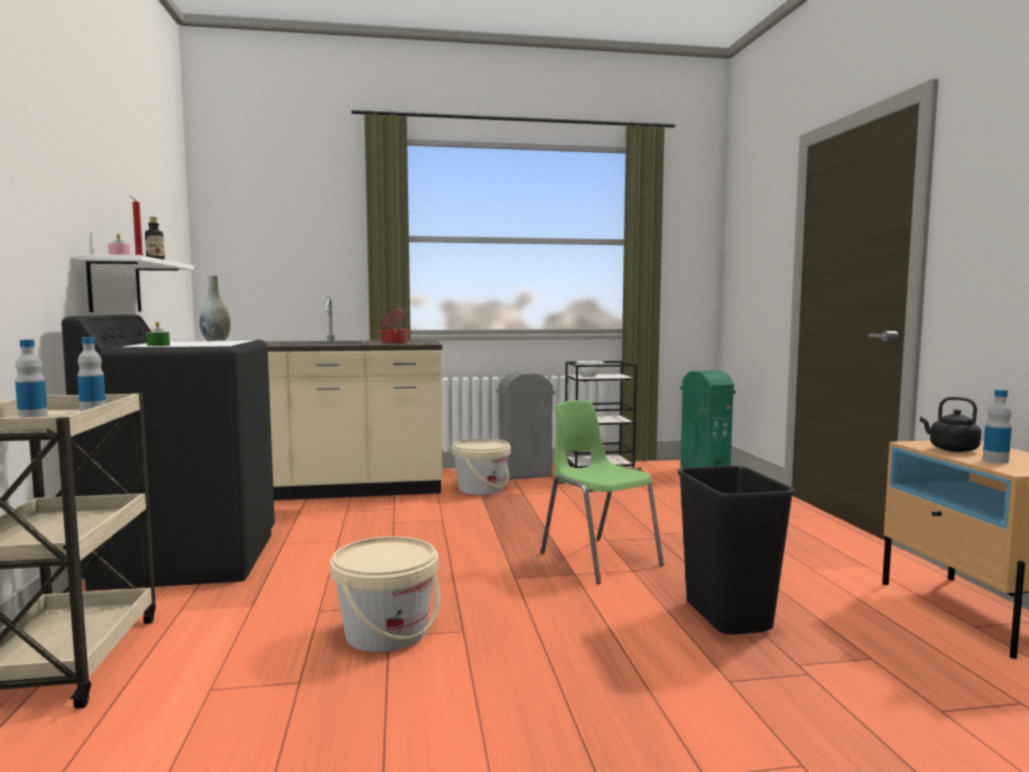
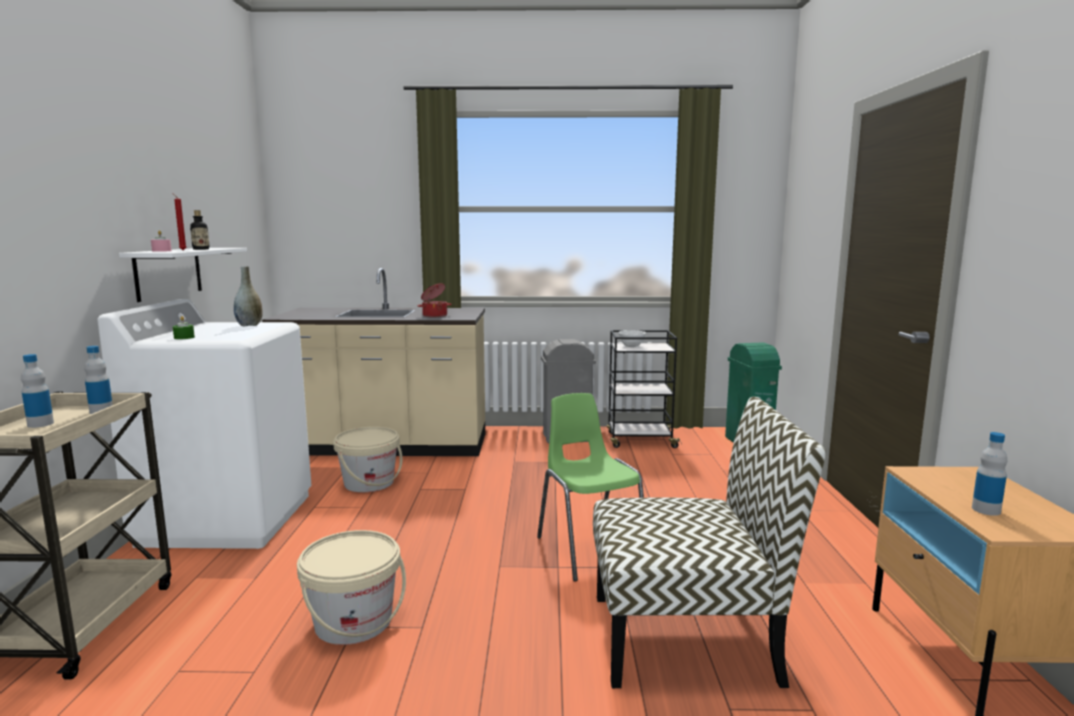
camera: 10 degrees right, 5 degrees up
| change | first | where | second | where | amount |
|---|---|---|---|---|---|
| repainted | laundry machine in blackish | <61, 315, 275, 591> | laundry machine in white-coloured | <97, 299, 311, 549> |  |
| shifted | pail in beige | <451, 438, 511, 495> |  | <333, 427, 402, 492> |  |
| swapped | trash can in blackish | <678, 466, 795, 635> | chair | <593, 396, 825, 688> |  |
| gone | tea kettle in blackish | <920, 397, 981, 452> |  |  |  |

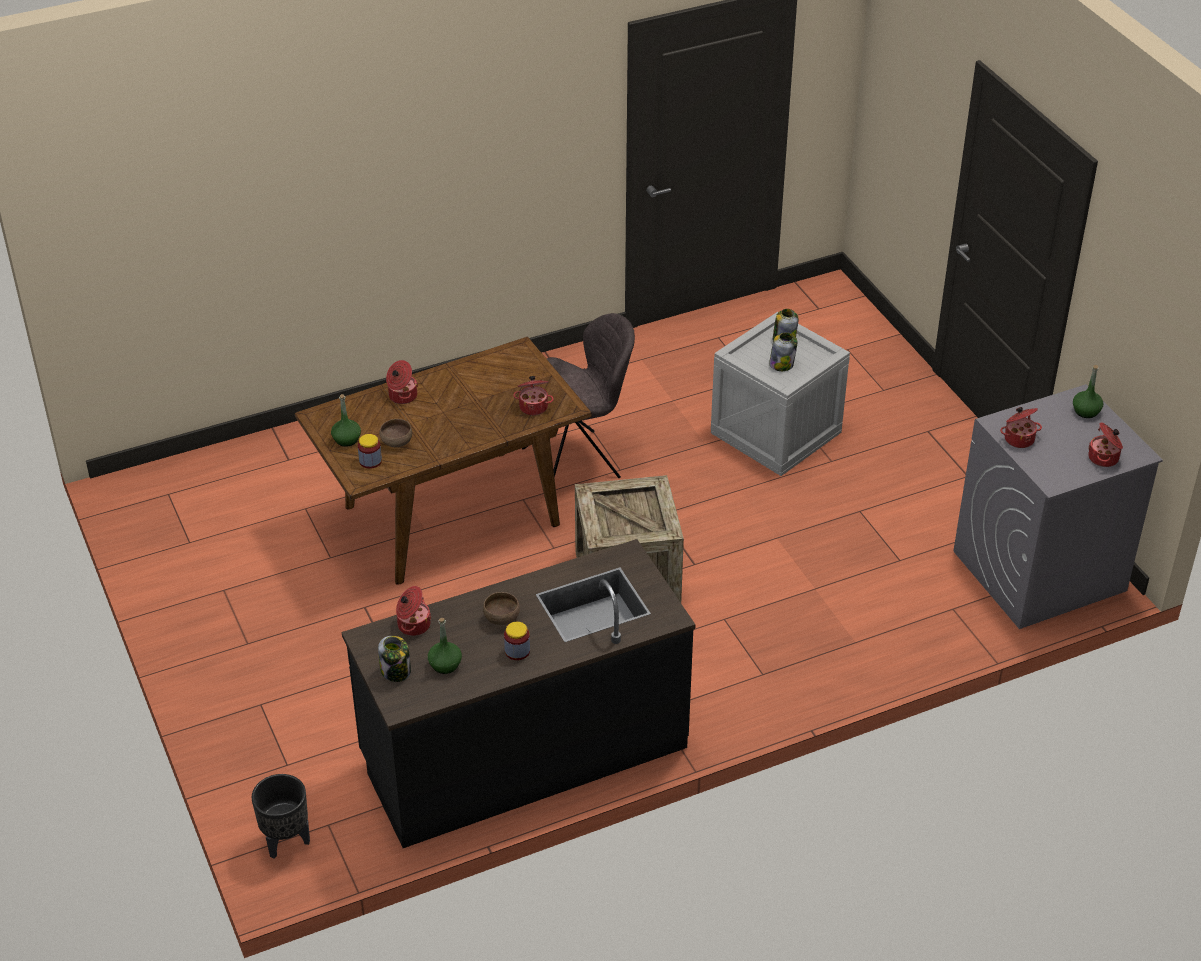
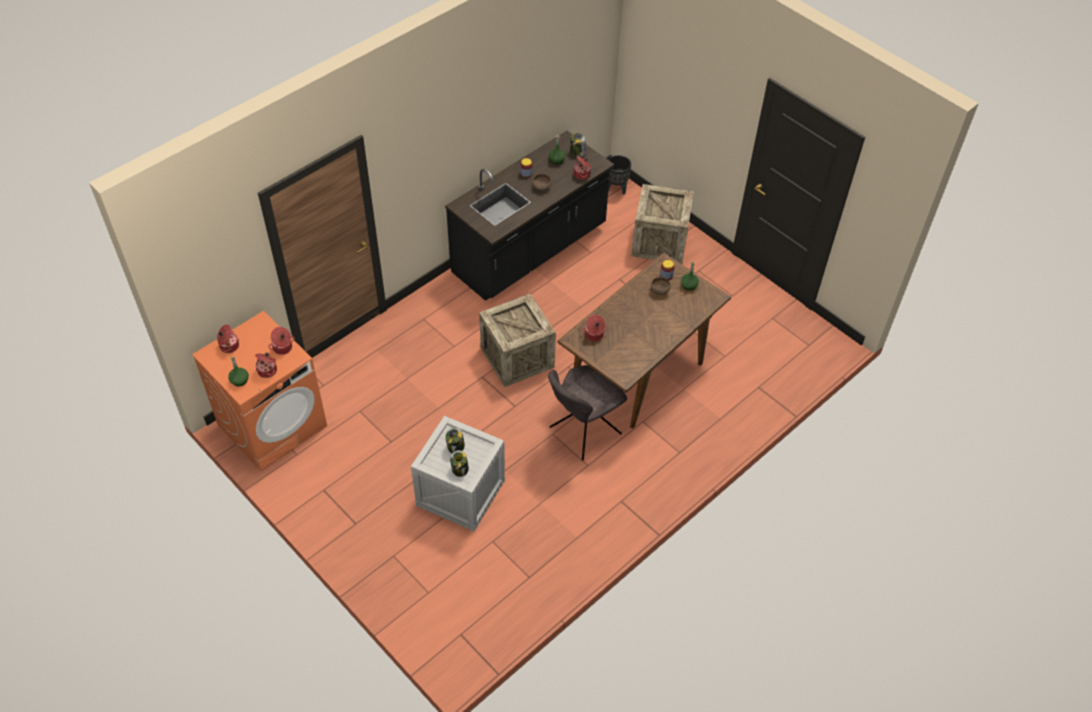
camera: 160 degrees right, 10 degrees up
| change | first | where | second | where | amount |
|---|---|---|---|---|---|
| repainted | laundry machine in gray | <954, 384, 1163, 629> | laundry machine in orange-coloured | <192, 311, 327, 471> |  |
| shifted | saucepot | <386, 360, 418, 404> |  | <255, 353, 277, 378> |  |
| new |  |  | packing crate | <631, 184, 694, 264> |  |

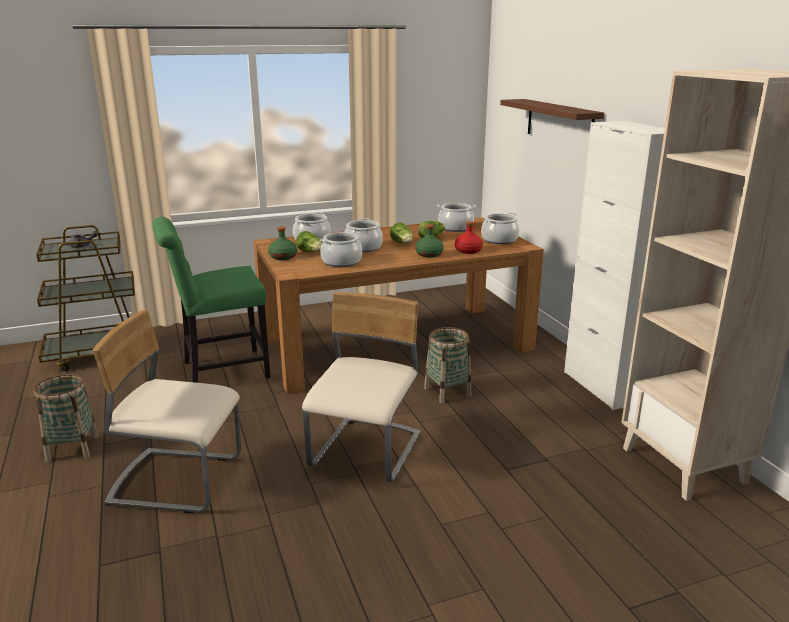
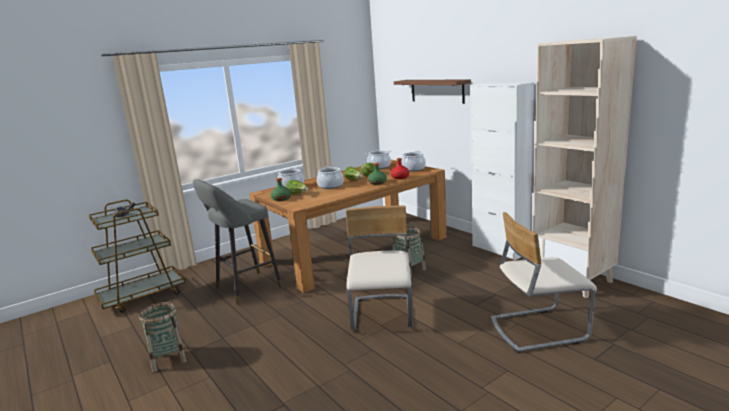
camera: 15 degrees left, 5 degrees down
| change | first | where | second | where | amount |
|---|---|---|---|---|---|
| swapped | chair in green | <152, 217, 271, 383> | stool in gray | <193, 179, 282, 304> |  |
| shifted | chair in beige | <93, 310, 241, 514> |  | <491, 212, 597, 353> |  |
| gone | saucepot | <320, 232, 362, 267> |  |  |  |

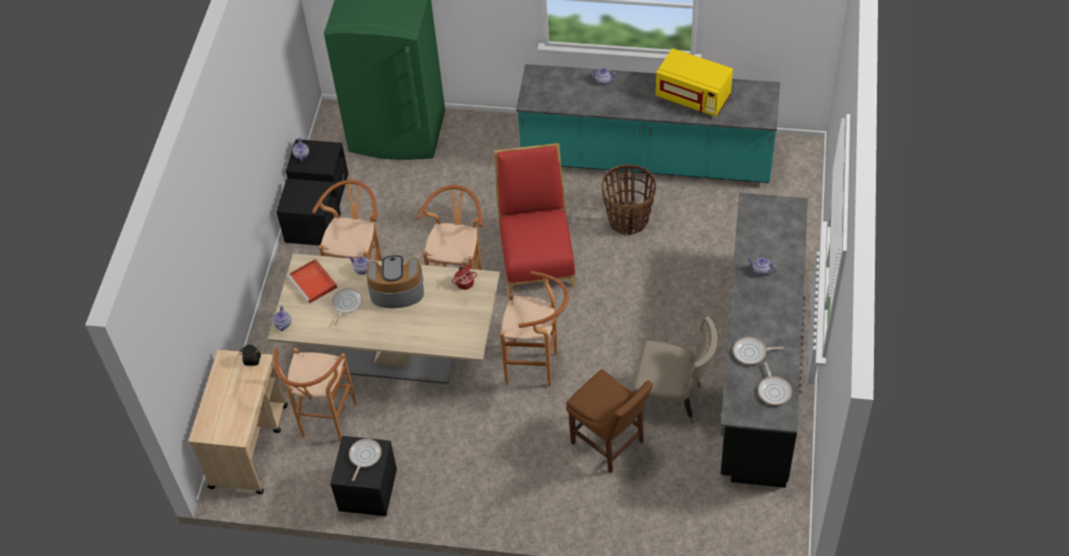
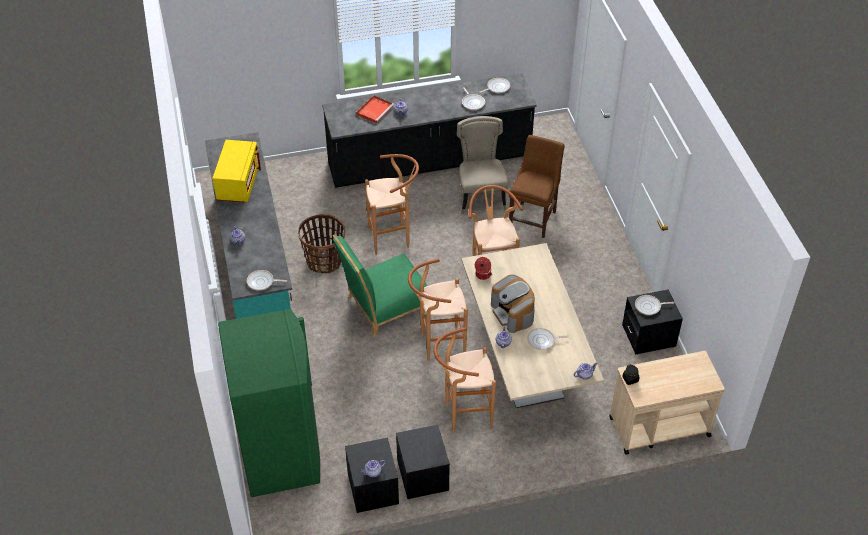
camera: 115 degrees left, 5 degrees down
| change | first | where | second | where | amount |
|---|---|---|---|---|---|
| new |  |  | pan | <247, 270, 287, 291> |  |
| repainted | chair in red | <493, 143, 576, 295> | chair in green | <333, 234, 427, 337> |  |
| shifted | serving tray in red | <287, 259, 337, 304> |  | <356, 95, 394, 124> |  |
| shifted | stool in brown | <274, 348, 356, 442> |  | <365, 154, 419, 255> |  |

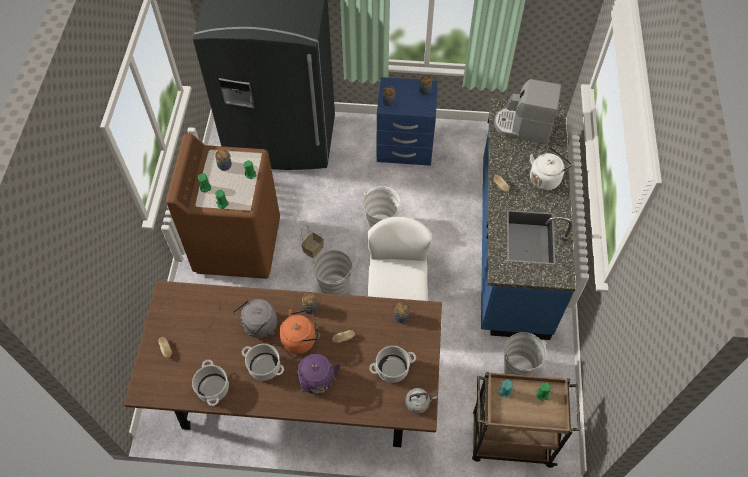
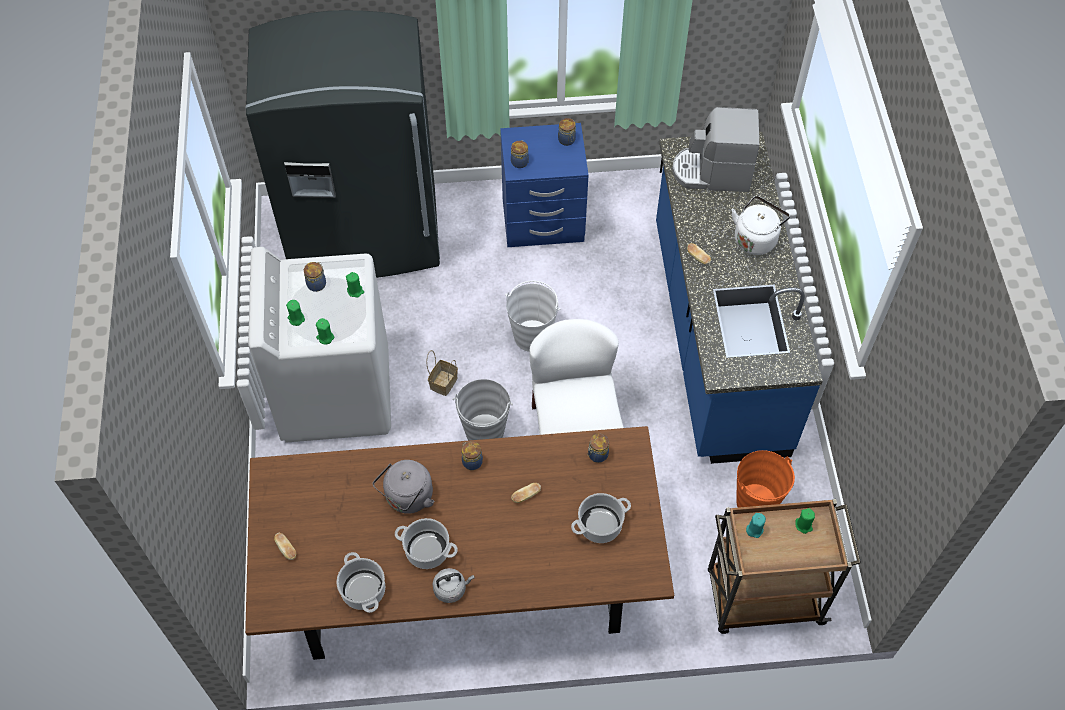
camera: 10 degrees left, 0 degrees up
| change | first | where | second | where | amount |
|---|---|---|---|---|---|
| repainted | laundry machine in brown | <166, 134, 280, 279> | laundry machine in white-coloured | <248, 247, 391, 443> |  |
| shifted | tea kettle in gray | <406, 388, 437, 414> |  | <433, 568, 475, 603> |  |
| repainted | pail in gray | <504, 332, 547, 376> | pail in orange-coloured | <736, 450, 795, 508> |  |
| gone | tea kettle in orange-coloured | <279, 309, 320, 354> |  |  |  |
| gone | tea kettle in purplish | <297, 354, 341, 394> |  |  |  |

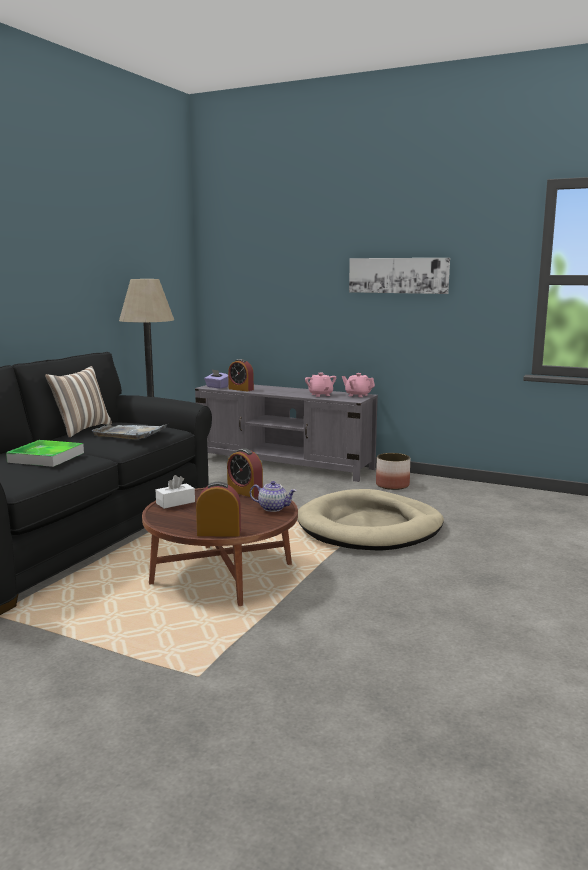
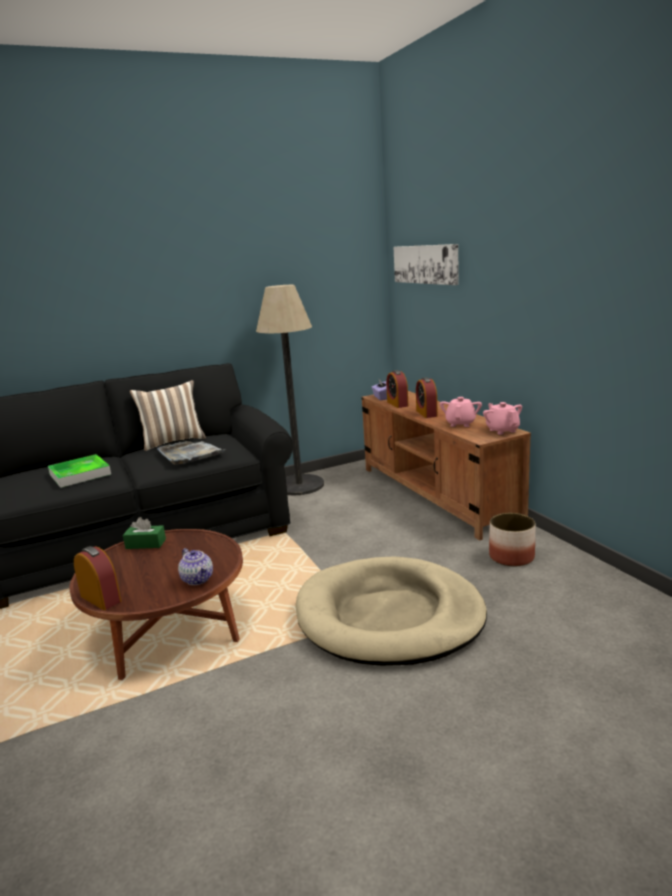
camera: 40 degrees right, 5 degrees up
| change | first | where | second | where | amount |
|---|---|---|---|---|---|
| repainted | box of tissues in white-coloured | <156, 475, 195, 509> | box of tissues in green | <123, 517, 166, 549> |  |
| repainted | tv unit in gray | <195, 384, 378, 482> | tv unit in brown | <361, 391, 531, 541> |  |
| shifted | wall art | <349, 258, 450, 294> |  | <394, 244, 459, 285> |  |
| shifted | table clock | <227, 448, 263, 498> |  | <416, 377, 438, 418> |  |

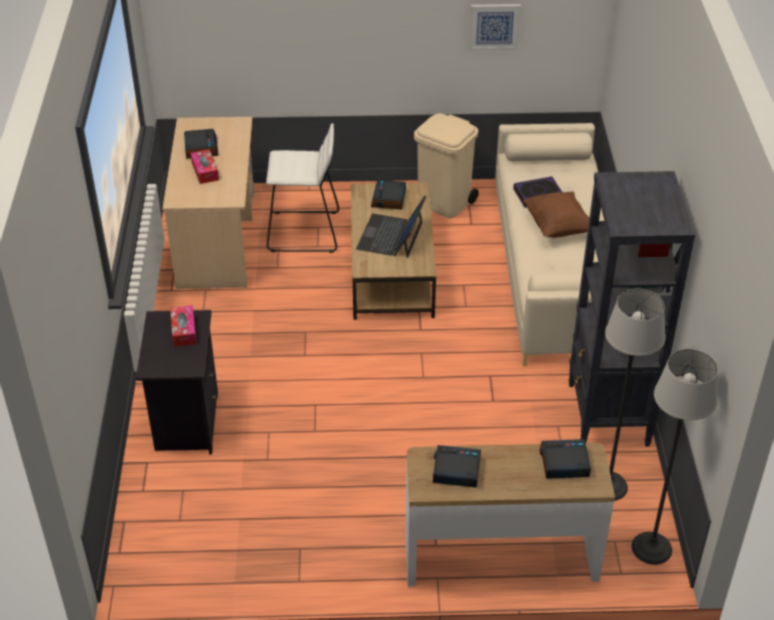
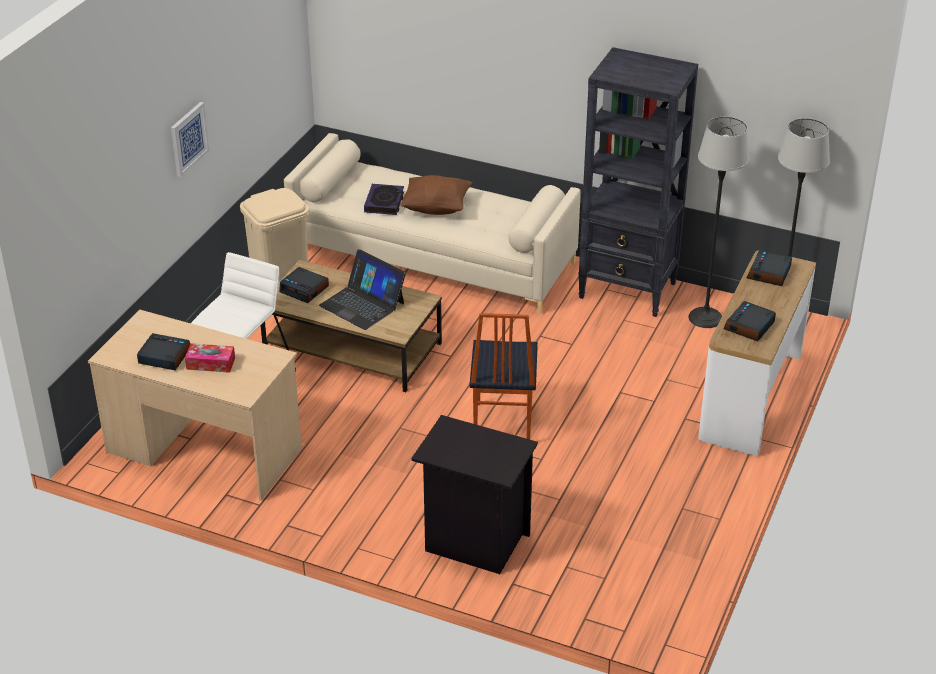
camera: 65 degrees left, 5 degrees down
| change | first | where | second | where | amount |
|---|---|---|---|---|---|
| shifted | wall art | <469, 4, 521, 50> |  | <171, 102, 209, 177> |  |
| new |  |  | chair | <470, 313, 538, 439> |  |
| gone | box of tissues | <170, 305, 197, 347> |  |  |  |

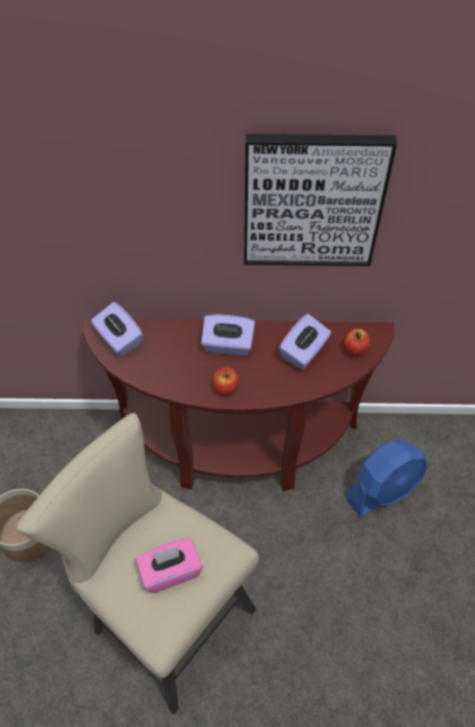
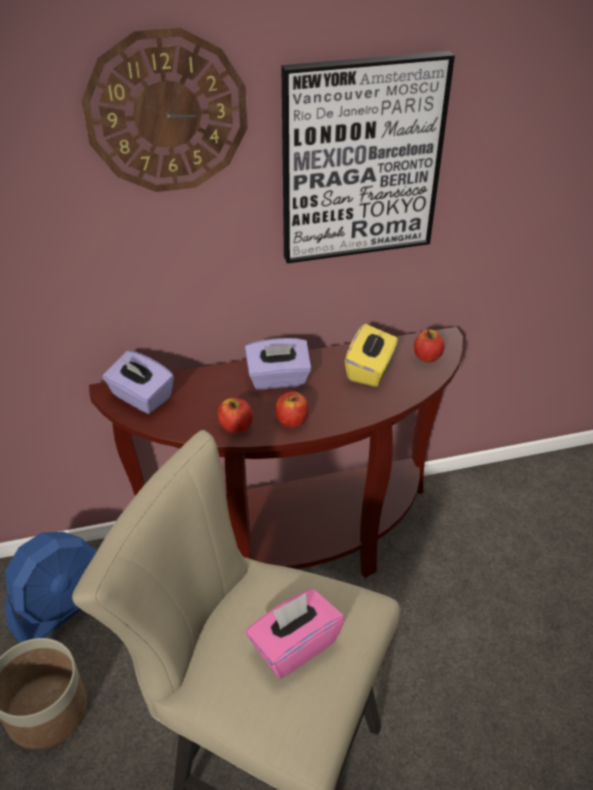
camera: 15 degrees left, 15 degrees down
| change | first | where | second | where | amount |
|---|---|---|---|---|---|
| shifted | electric fan in blue | <345, 440, 427, 517> |  | <5, 532, 97, 643> |  |
| new |  |  | clock on the wall | <82, 27, 248, 192> |  |
| new |  |  | apple | <218, 398, 253, 433> |  |
| repainted | box of tissues in purplish | <279, 314, 331, 370> | box of tissues in yellowish | <345, 324, 398, 387> |  |

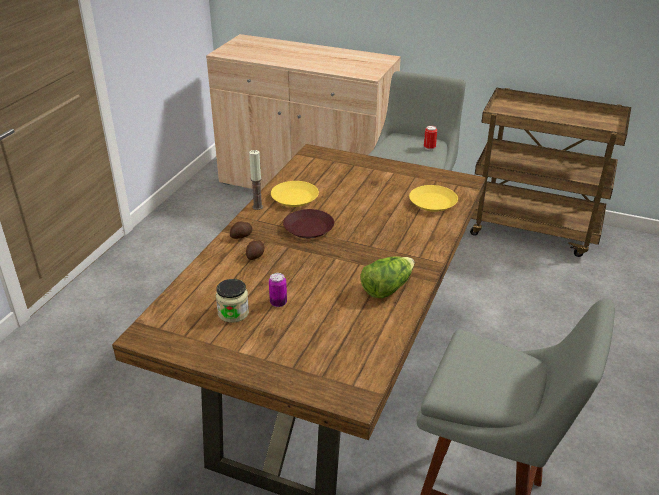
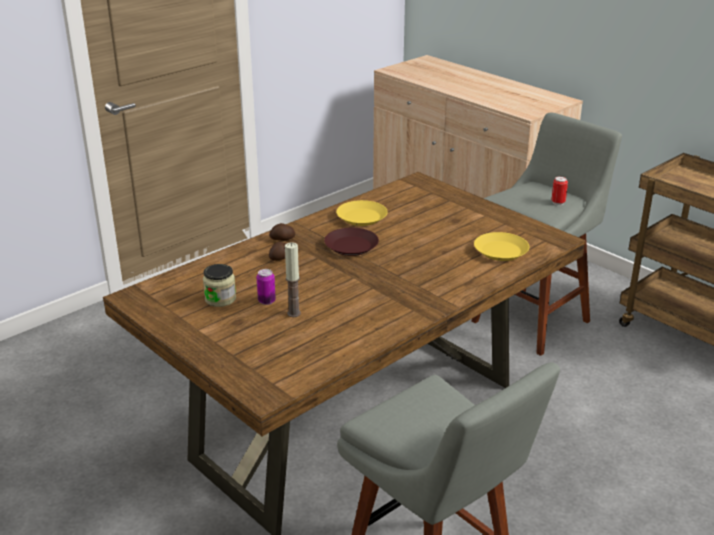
camera: 25 degrees right, 5 degrees down
| change | first | where | second | where | amount |
|---|---|---|---|---|---|
| shifted | wax light | <249, 150, 263, 210> |  | <285, 242, 301, 317> |  |
| gone | lettuce | <360, 256, 414, 298> |  |  |  |

